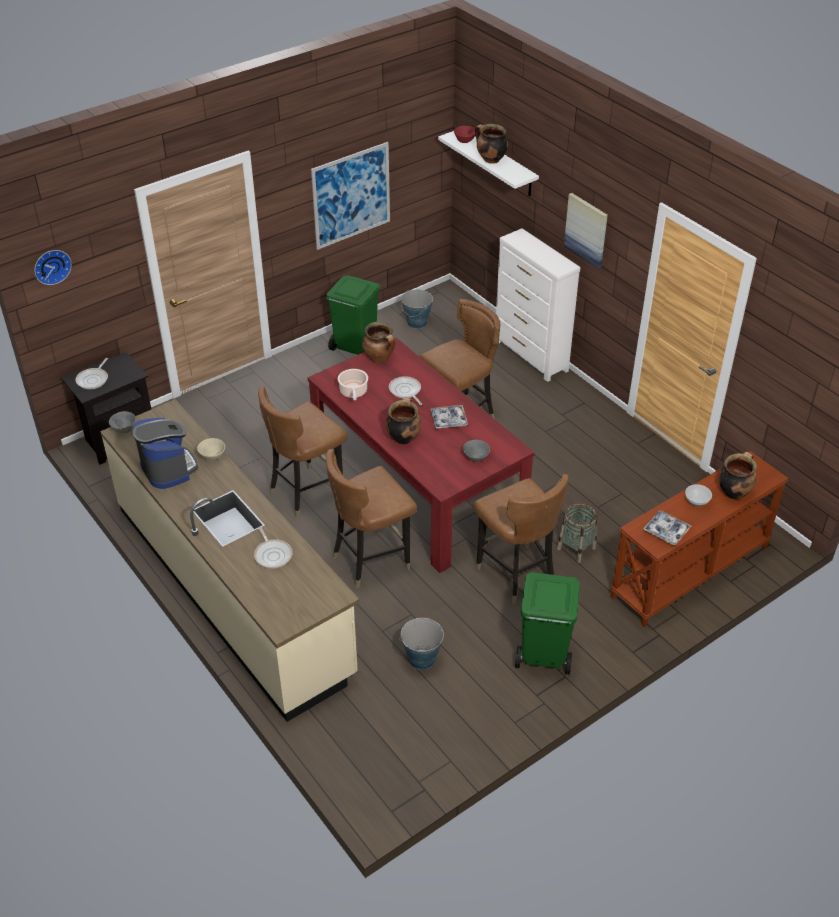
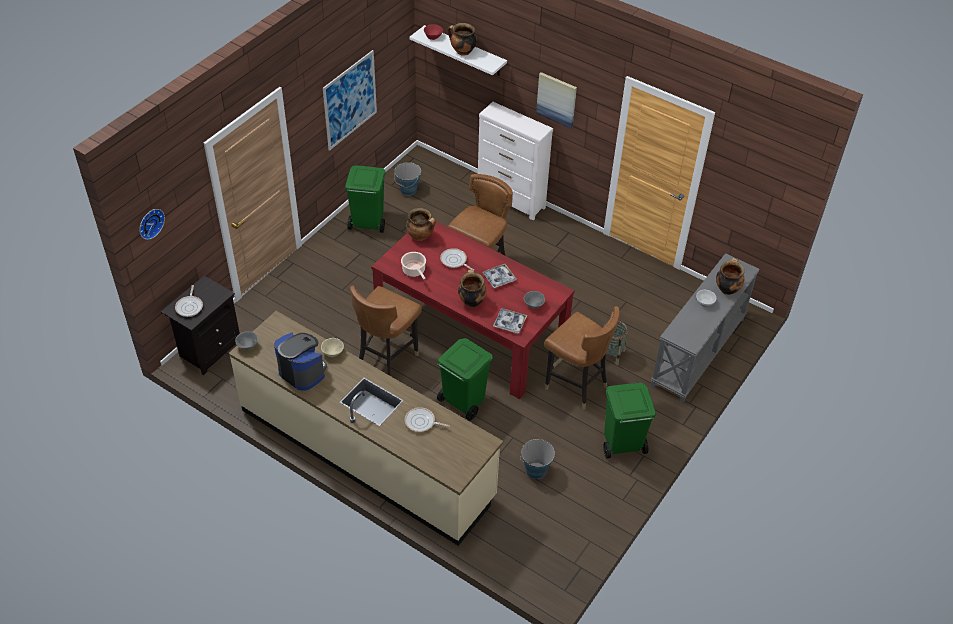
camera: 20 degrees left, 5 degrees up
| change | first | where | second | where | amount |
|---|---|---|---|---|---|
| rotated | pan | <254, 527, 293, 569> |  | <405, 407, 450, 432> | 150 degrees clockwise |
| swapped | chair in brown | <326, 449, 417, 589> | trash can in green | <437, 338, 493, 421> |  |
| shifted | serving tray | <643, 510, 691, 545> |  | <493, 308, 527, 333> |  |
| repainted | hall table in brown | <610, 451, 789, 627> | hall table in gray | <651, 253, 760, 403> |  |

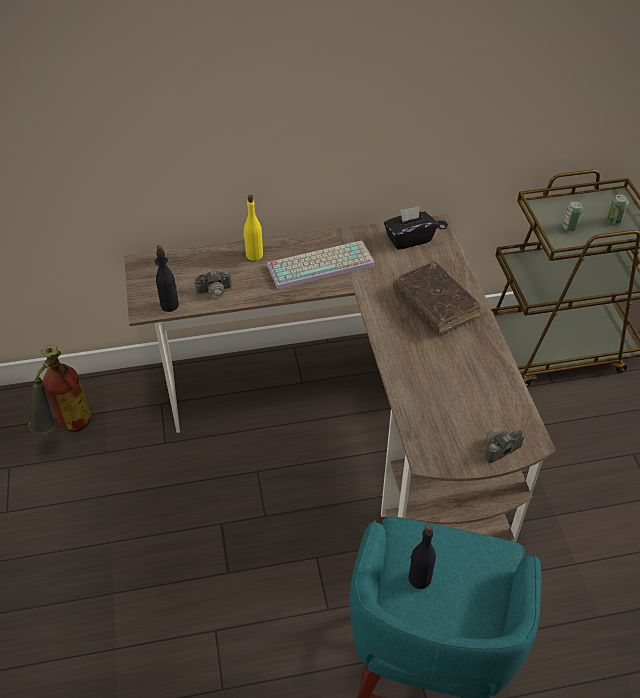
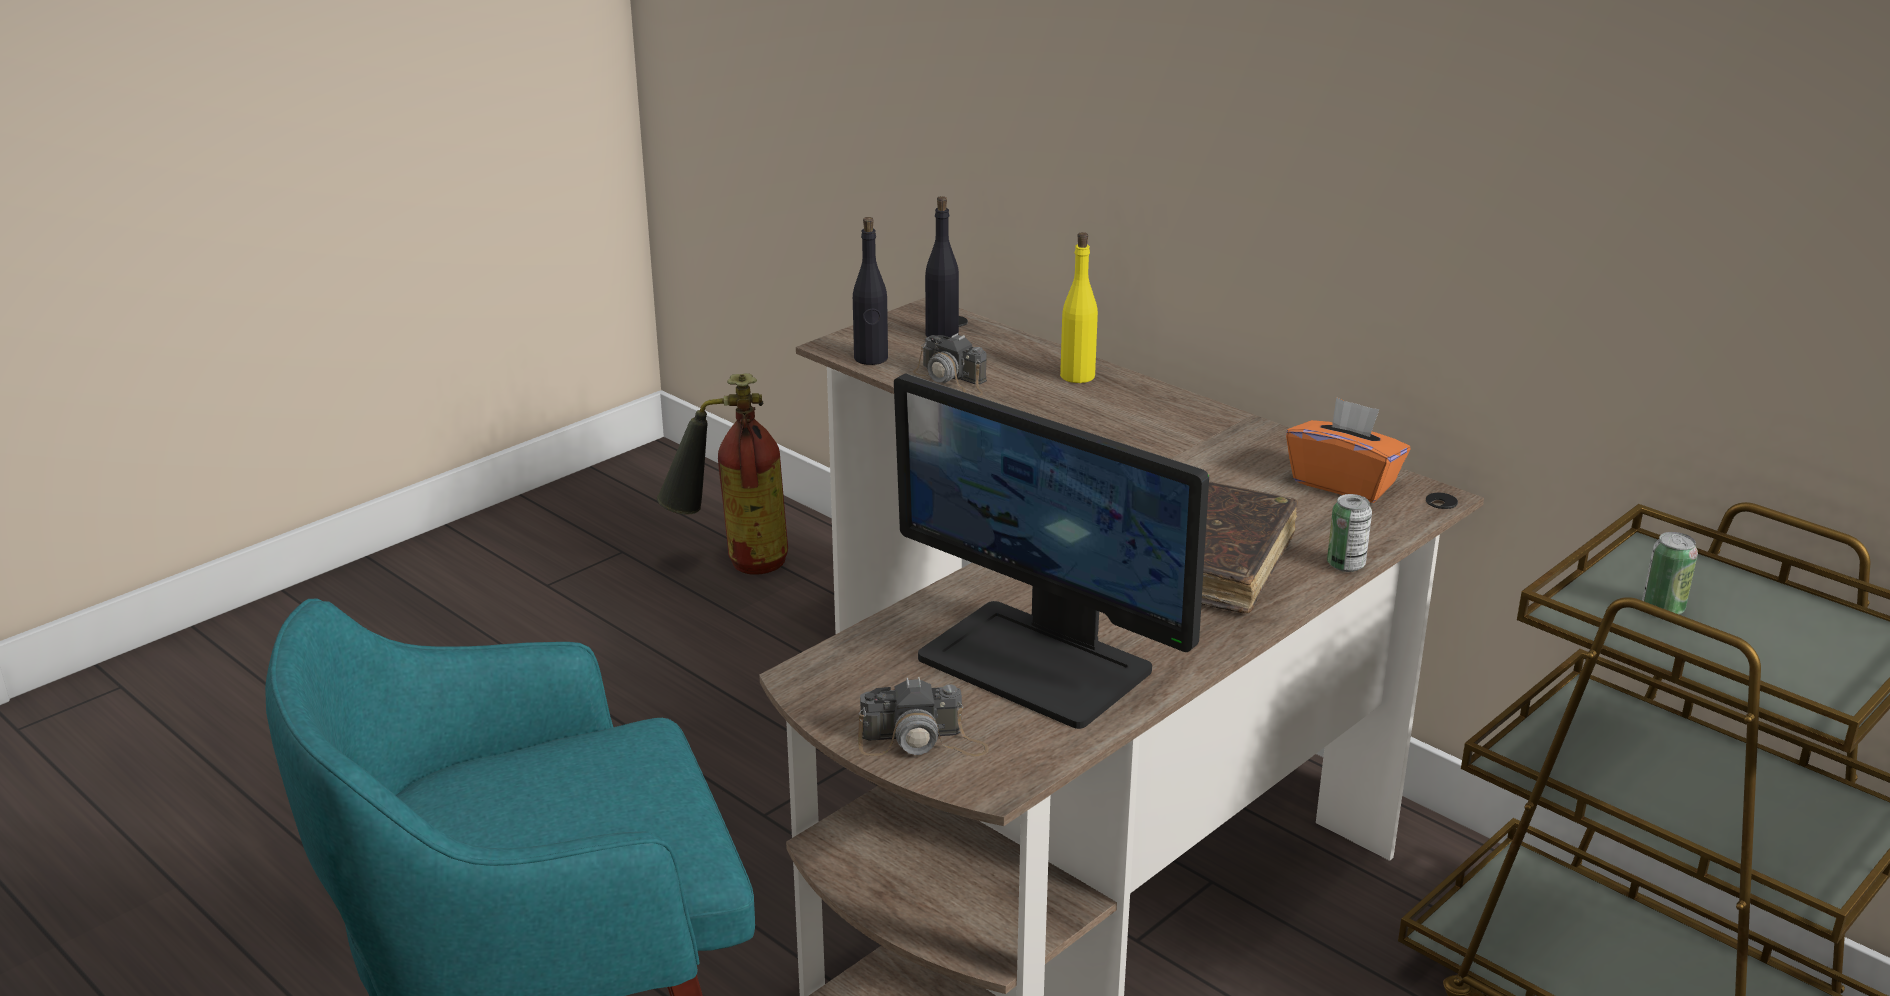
camera: 55 degrees right, 20 degrees down
| change | first | where | second | where | amount |
|---|---|---|---|---|---|
| rotated | photo camera | <468, 428, 525, 463> |  | <858, 677, 989, 757> | 150 degrees clockwise |
| new |  |  | computer display | <894, 374, 1209, 729> |  |
| shifted | beverage bottle in blackish | <408, 525, 436, 589> |  | <925, 196, 959, 338> |  |
| repainted | box of tissues in blackish | <384, 206, 438, 250> | box of tissues in orange-coloured | <1286, 397, 1410, 503> |  |
| shifted | sealed can | <607, 194, 629, 224> |  | <1327, 494, 1372, 572> |  |
| gone | PC keyboard | <267, 241, 375, 289> |  |  |  |

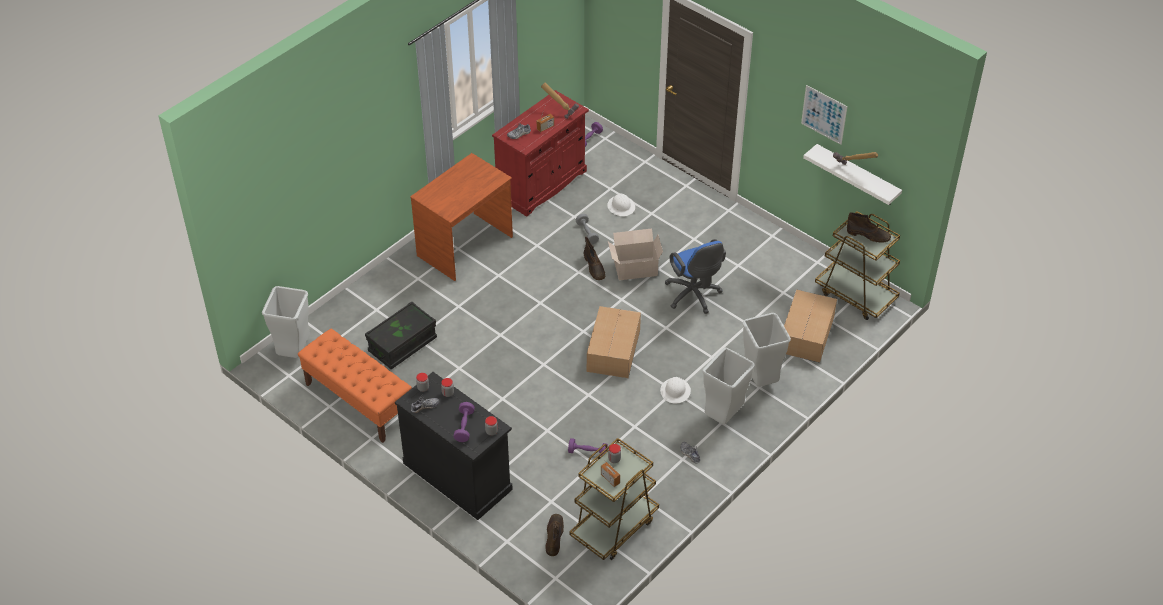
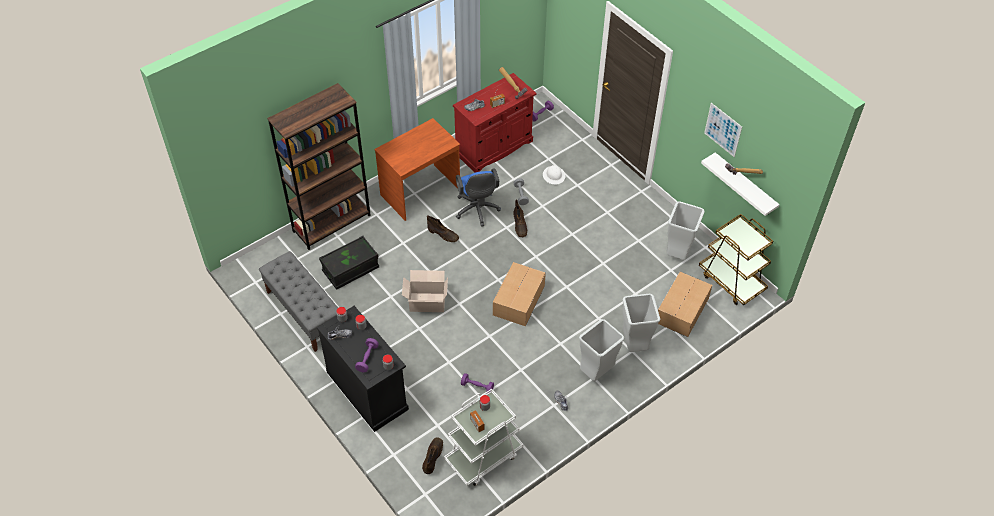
camera: 10 degrees right, 5 degrees up
| change | first | where | second | where | amount |
|---|---|---|---|---|---|
| repainted | long seat in orange-coloured | <298, 329, 412, 443> | long seat in gray | <259, 251, 338, 352> |  |
| new |  |  | bookcase in brown | <267, 83, 371, 250> |  |
| shifted | cardboard box | <608, 228, 663, 280> |  | <402, 270, 448, 312> |  |
| shifted | boot in brown | <847, 212, 891, 243> |  | <427, 215, 459, 242> |  |
| repainted | cart in brown | <570, 438, 659, 560> | cart in white-coloured | <444, 389, 523, 486> |  |
| shifted | office chair in blue | <664, 239, 726, 314> |  | <456, 169, 501, 227> |  |
| shifted | trash can in gray | <262, 286, 310, 358> |  | <667, 201, 705, 260> |  |
| gone | safety helmet in white-coloured | <660, 377, 691, 404> |  |  |  |

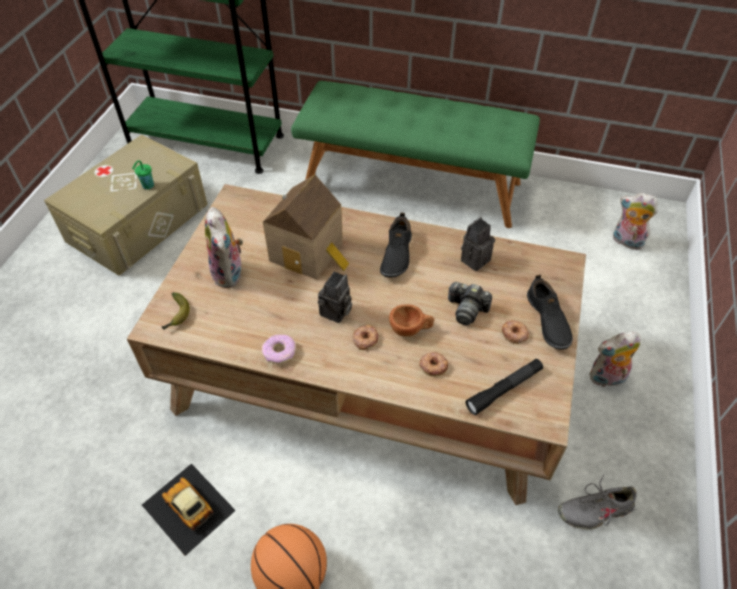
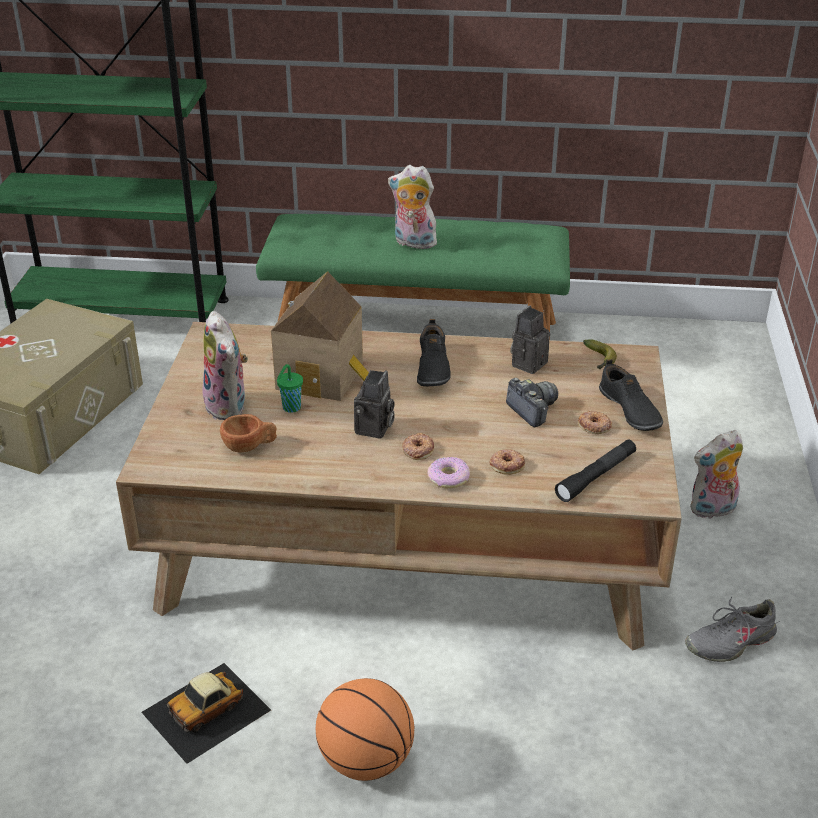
camera: 10 degrees left, 15 degrees down
| change | first | where | second | where | amount |
|---|---|---|---|---|---|
| rotated | miniature car | <142, 463, 236, 556> |  | <141, 663, 271, 764> | 75 degrees counterclockwise |
| shifted | drinking cup in brown | <389, 305, 434, 336> |  | <220, 414, 277, 452> |  |
| shifted | drinking cup in green | <132, 160, 154, 189> |  | <277, 364, 303, 413> |  |
| shifted | soft toy | <613, 193, 658, 250> |  | <388, 165, 439, 249> |  |
| shifted | doughnut | <262, 335, 296, 364> |  | <428, 457, 470, 489> |  |
| rotated | photo camera | <448, 282, 492, 325> |  | <506, 378, 558, 428> | 135 degrees counterclockwise |
| shifted | banana | <162, 292, 190, 330> |  | <583, 339, 617, 370> |  |

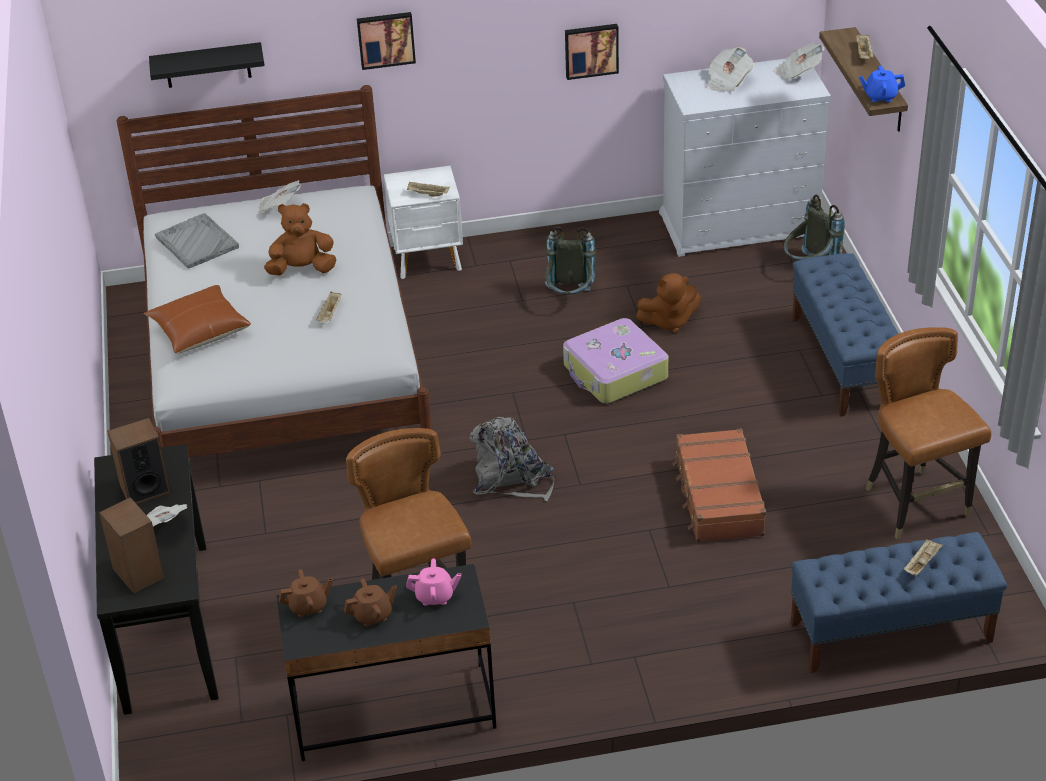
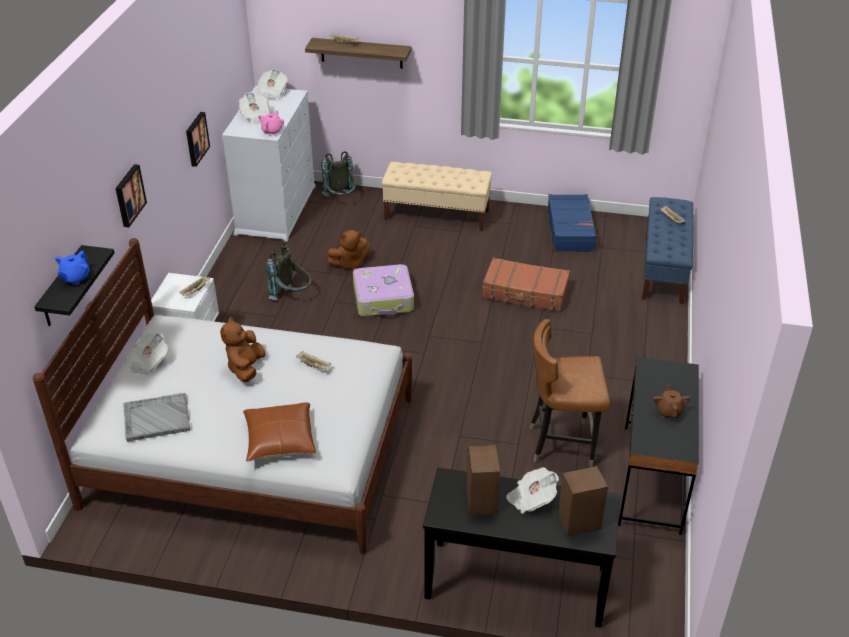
camera: 70 degrees left, 0 degrees up
| change | first | where | second | where | amount |
|---|---|---|---|---|---|
| shifted | pot for tea in blue | <859, 66, 905, 102> |  | <55, 251, 90, 285> |  |
| shifted | pot for tea in pink | <406, 559, 461, 606> |  | <258, 111, 284, 135> |  |
| rotated | soft toy in brown | <636, 273, 701, 333> |  | <327, 230, 371, 271> | 60 degrees clockwise |
| repainted | long seat in blue | <792, 253, 899, 417> | long seat in beige | <381, 161, 492, 231> |  |
| swapped | chair in brown | <866, 327, 991, 539> | suitcase in blue | <547, 194, 597, 252> |  |
| gone | pot for tea in brown | <279, 569, 333, 617> |  |  |  |
| gone | rucksack in gray | <470, 417, 554, 501> |  |  |  |

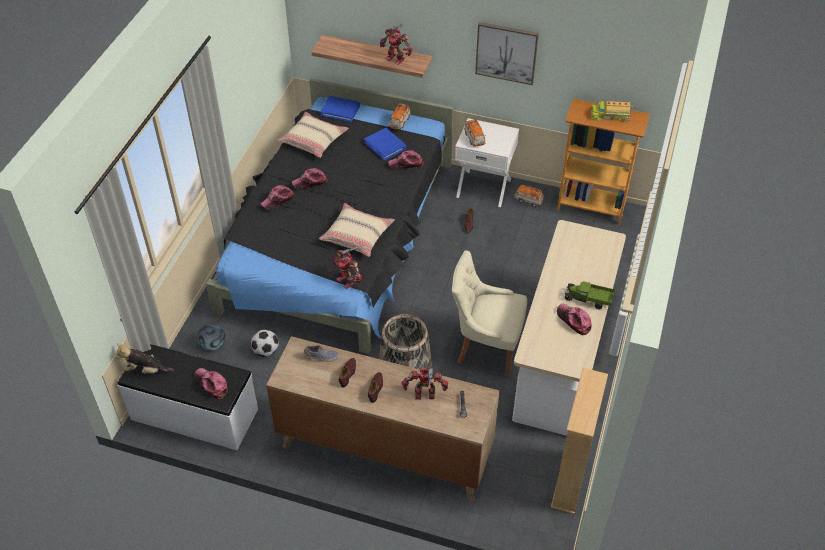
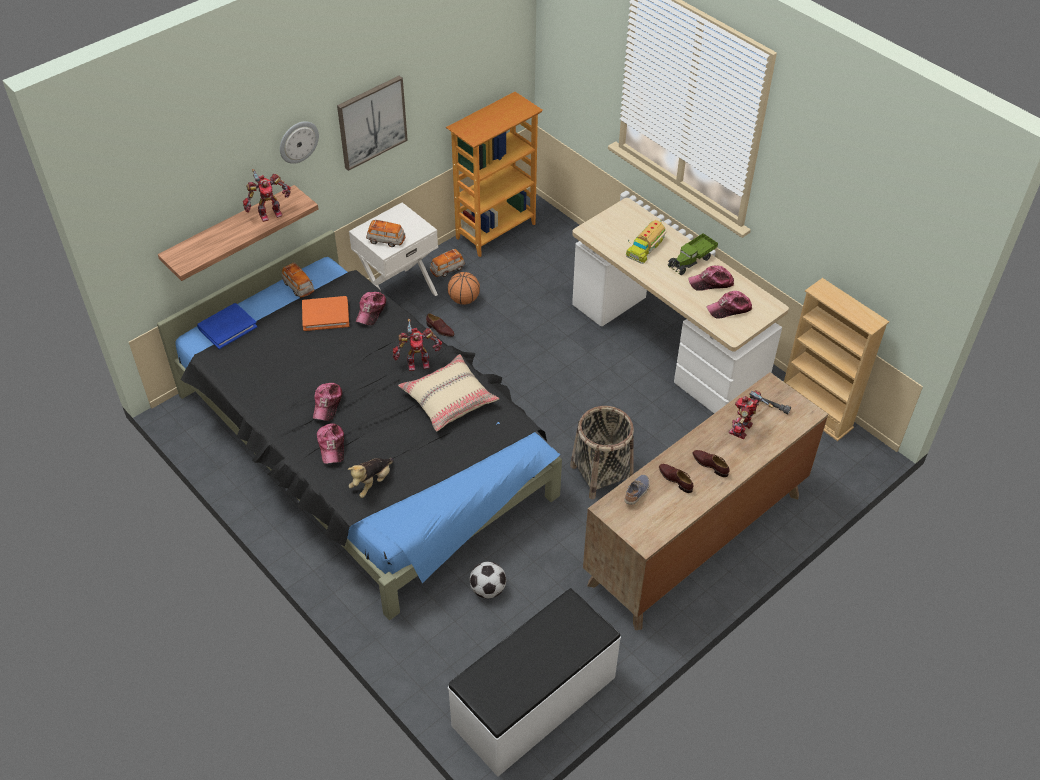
camera: 60 degrees left, 0 degrees up
| change | first | where | second | where | amount |
|---|---|---|---|---|---|
| new |  |  | clock on the wall | <280, 121, 319, 164> |  |
| repainted | volume in blue | <364, 128, 407, 161> | volume in orange-coloured | <302, 296, 349, 331> |  |
| shifted | soft toy | <114, 343, 174, 374> |  | <348, 458, 394, 498> |  |
| shifted | toy robot | <332, 247, 362, 289> |  | <393, 319, 442, 371> |  |
| new |  |  | basketball ball | <448, 272, 480, 305> |  |
| shifted | model truck | <591, 100, 635, 121> |  | <626, 219, 667, 264> |  |
| shifted | peaked cap | <194, 368, 228, 399> |  | <707, 291, 752, 319> |  |
| gone | football | <197, 323, 225, 351> |  |  |  |
| gone | cushion in beige | <277, 112, 349, 158> |  |  |  |
| gone | chair in beige | <452, 250, 527, 376> |  |  |  |

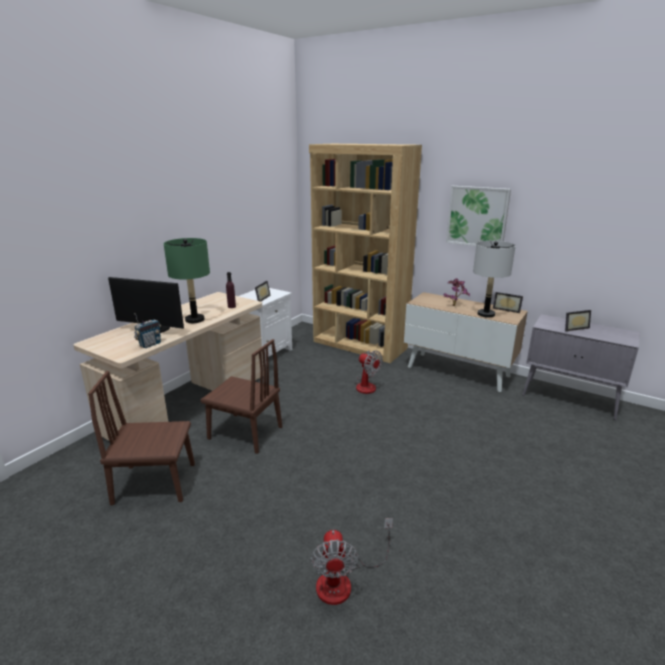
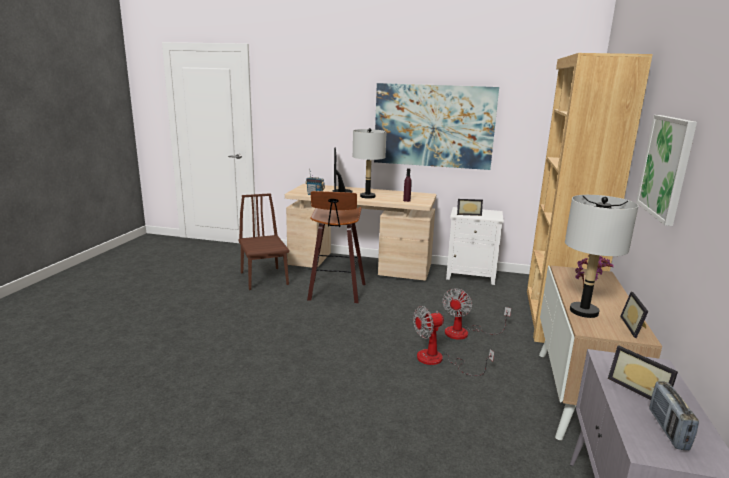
camera: 70 degrees right, 5 degrees down
| change | first | where | second | where | amount |
|---|---|---|---|---|---|
| swapped | chair in brown | <201, 339, 282, 454> | stool | <307, 191, 366, 303> |  |
| repainted | lamp for a table in green | <164, 238, 210, 323> | lamp for a table in gray | <353, 128, 386, 199> |  |
| new |  |  | wall art | <374, 83, 499, 170> |  |
| shifted | electric fan | <311, 518, 393, 605> |  | <413, 306, 494, 376> |  |
| new |  |  | radio receiver | <649, 381, 699, 450> |  |

